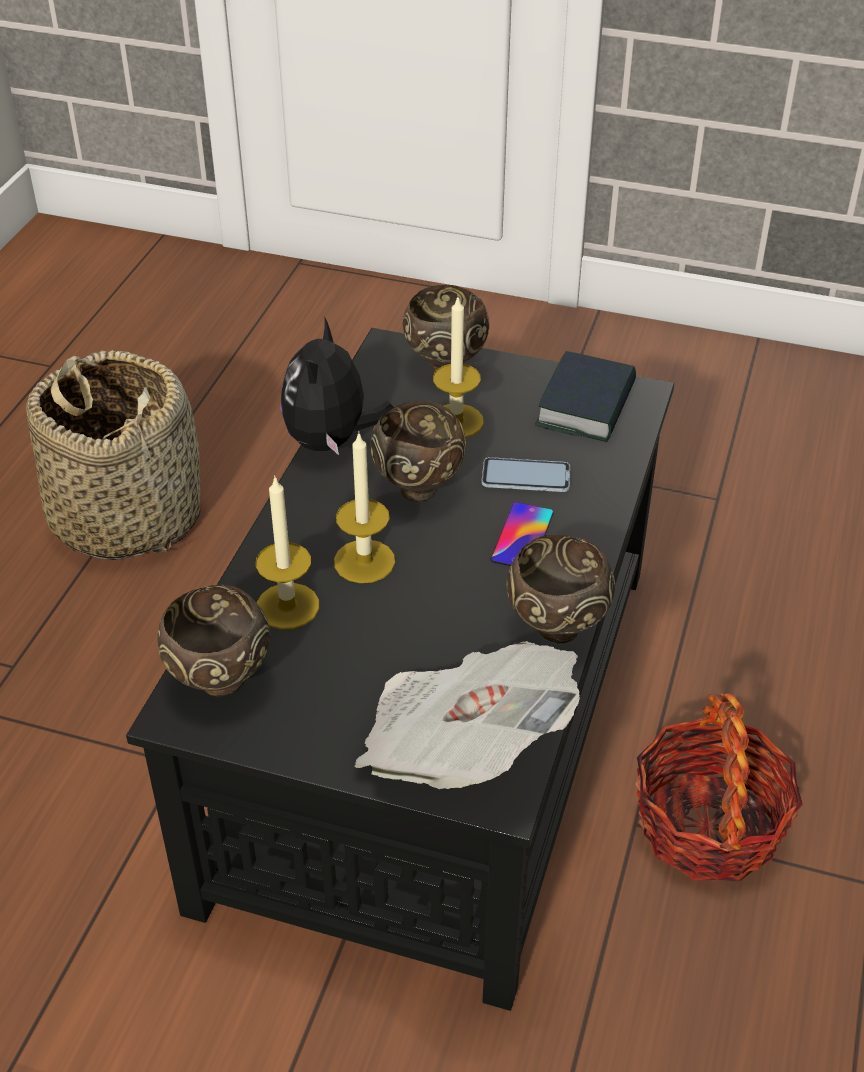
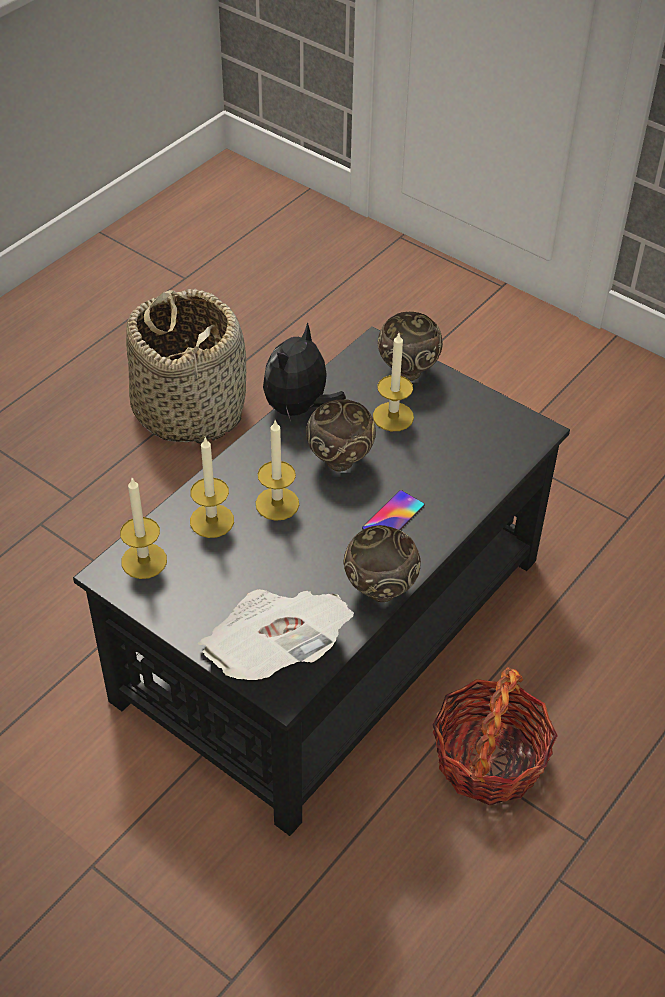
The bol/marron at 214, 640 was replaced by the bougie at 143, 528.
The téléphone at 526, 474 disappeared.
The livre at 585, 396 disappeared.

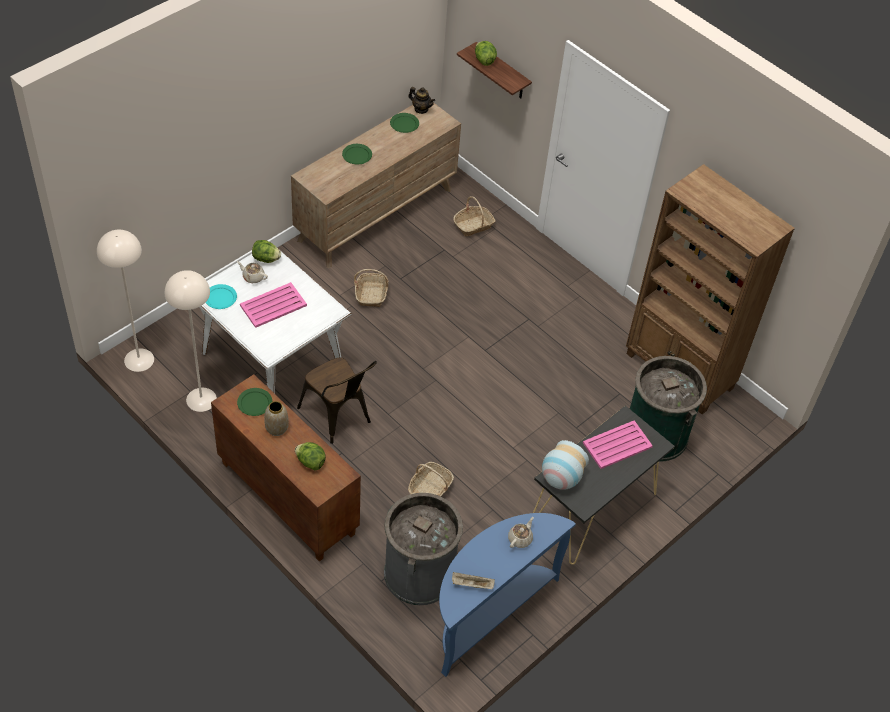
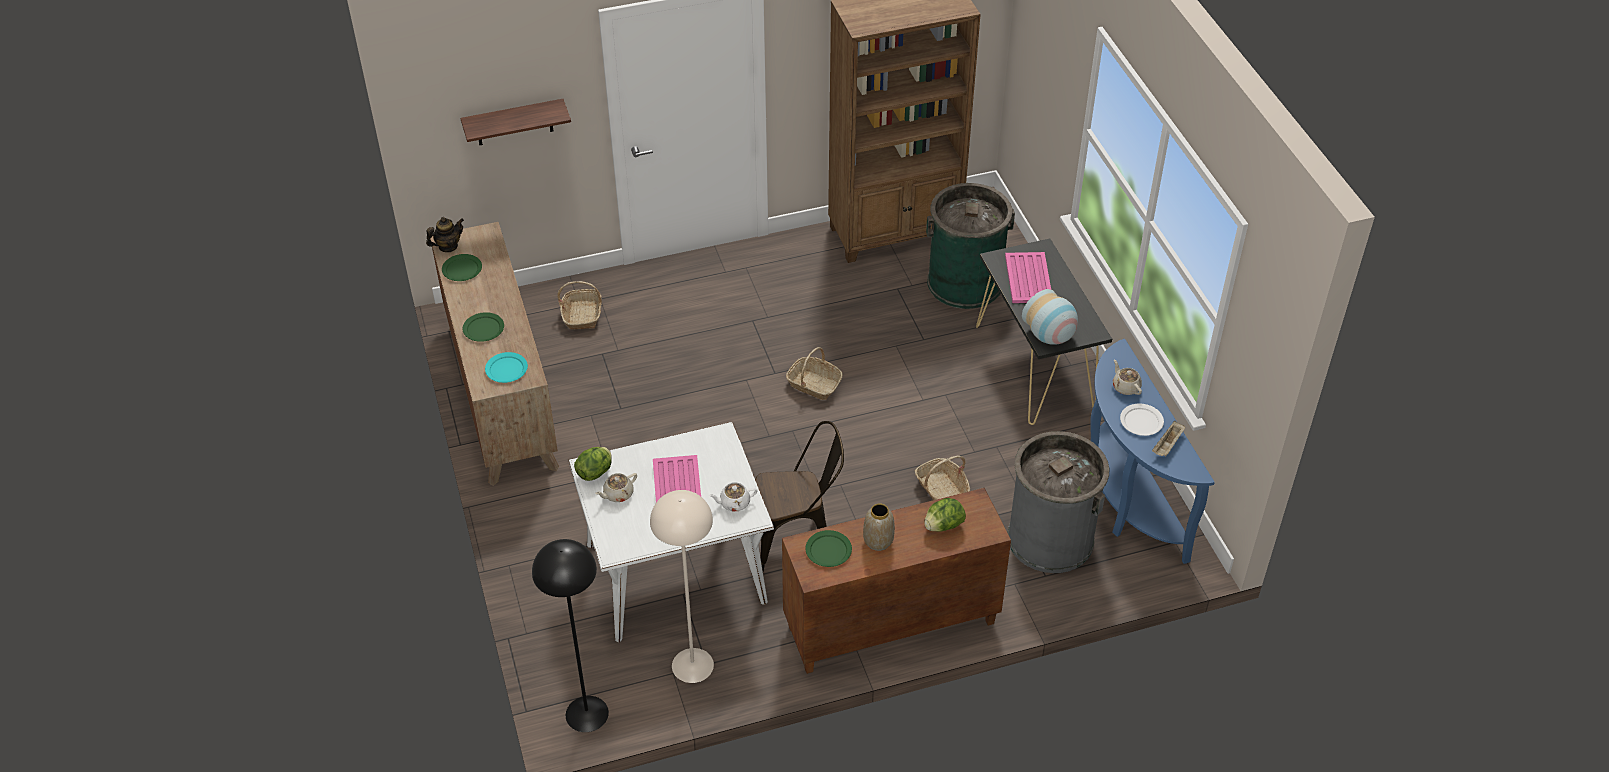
The lampadaire/beige at 125, 300 became the lampadaire/noir at 570, 635.
The assiette/turquoise moved from 221, 296 to 506, 367.
The panier moved from 371, 288 to 814, 373.
The laitue at 486, 53 disappeared.
The théière/blanc at 733, 496 appeared.
The assiette/blanc at 1142, 420 appeared.

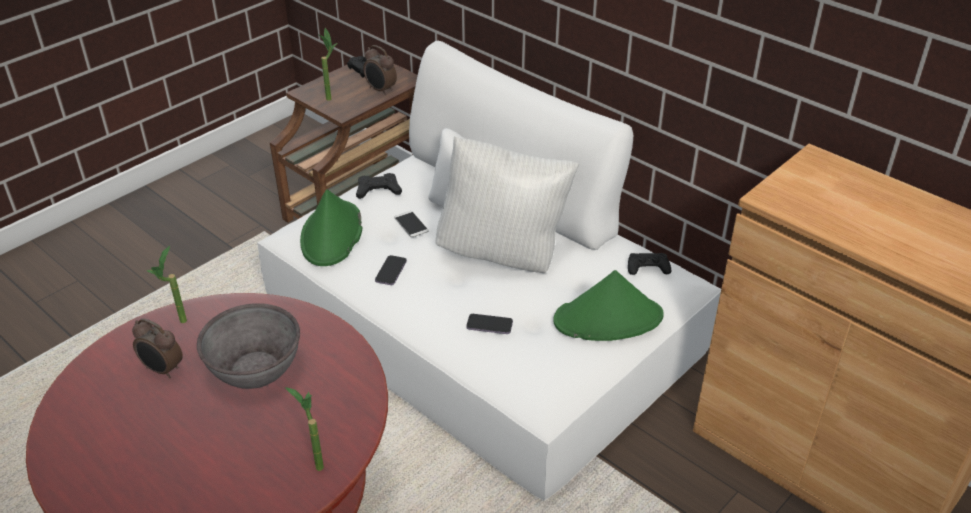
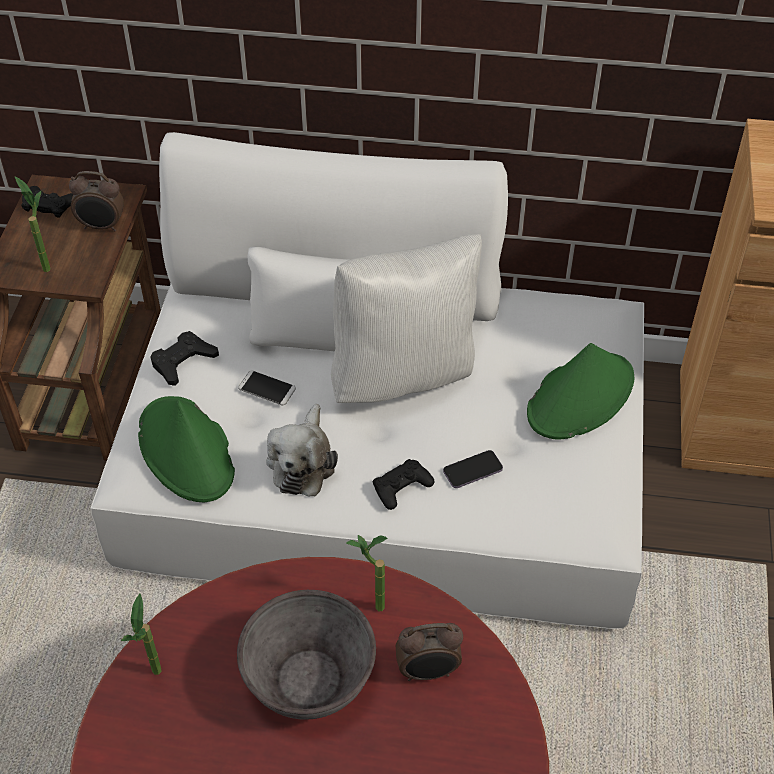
The réveil moved from 157, 348 to 429, 652.
The plante en pot moved from 304, 429 to 367, 573.
The téléphone at 391, 270 was replaced by the peluche at 302, 450.
The manette/noir moved from 649, 264 to 403, 484.

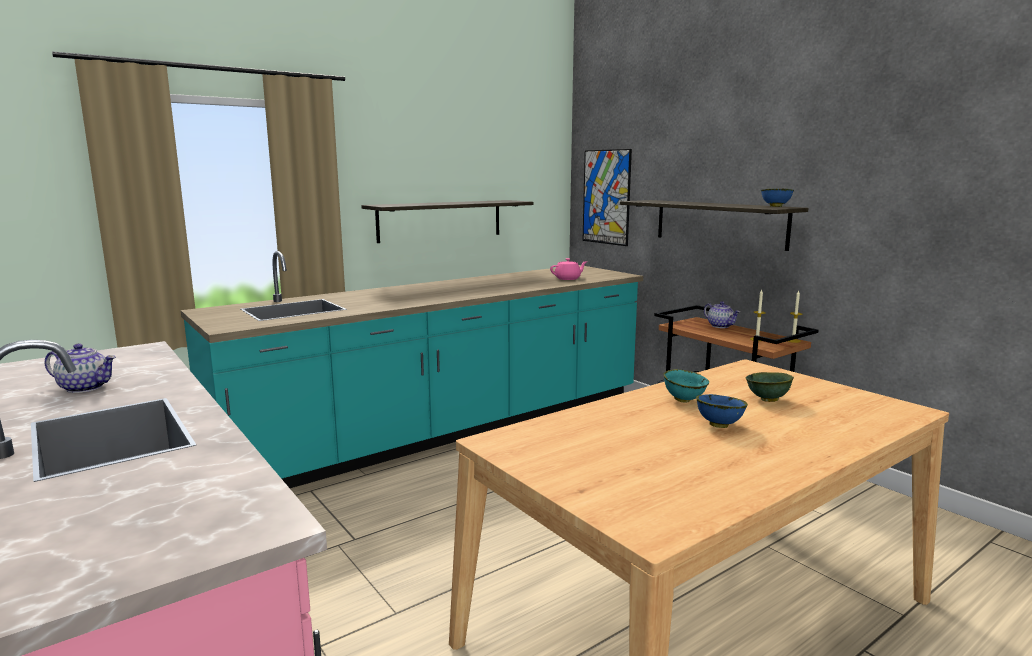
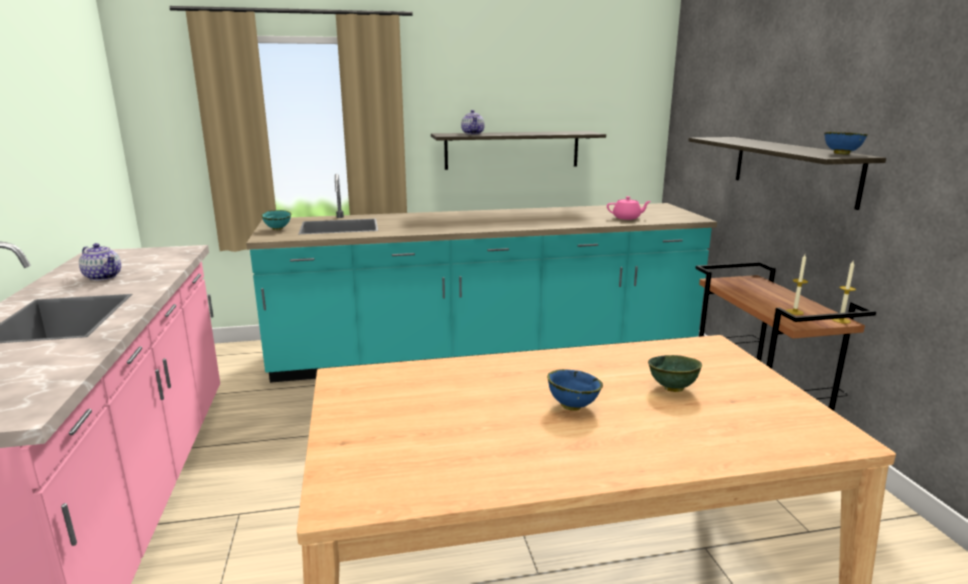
The tableau at 607, 197 disappeared.
The bol/turquoise moved from 686, 386 to 276, 220.
The théière moved from 722, 314 to 473, 122.

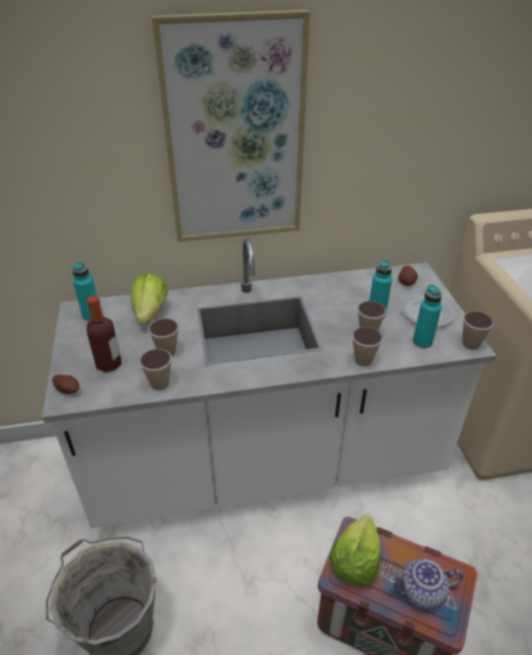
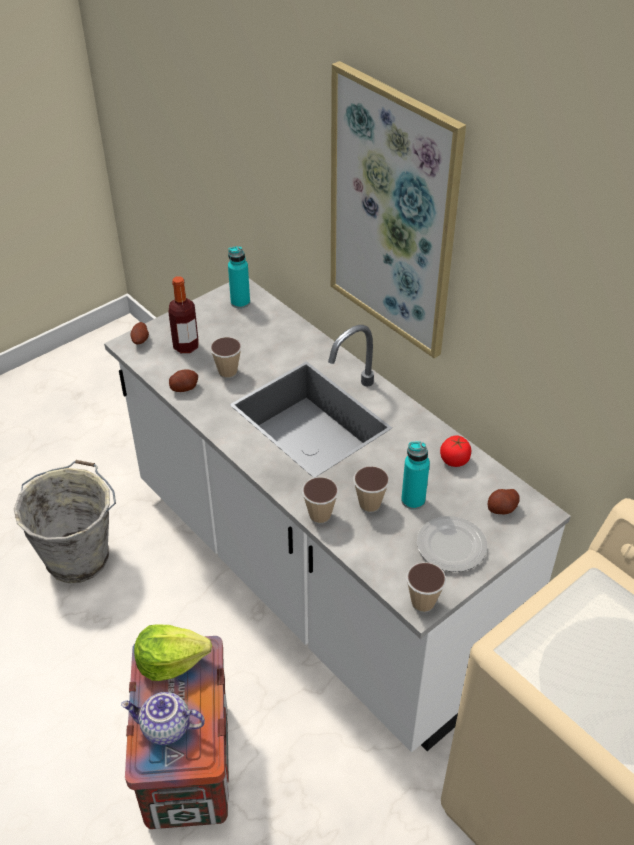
The laitue at 149, 298 disappeared.
The tasse at 155, 369 was replaced by the pomme de terre at 183, 380.
The théière at 426, 584 turned 45 degrees counterclockwise.
The bouteille/turquoise at 427, 316 disappeared.
The tomate at 455, 451 appeared.

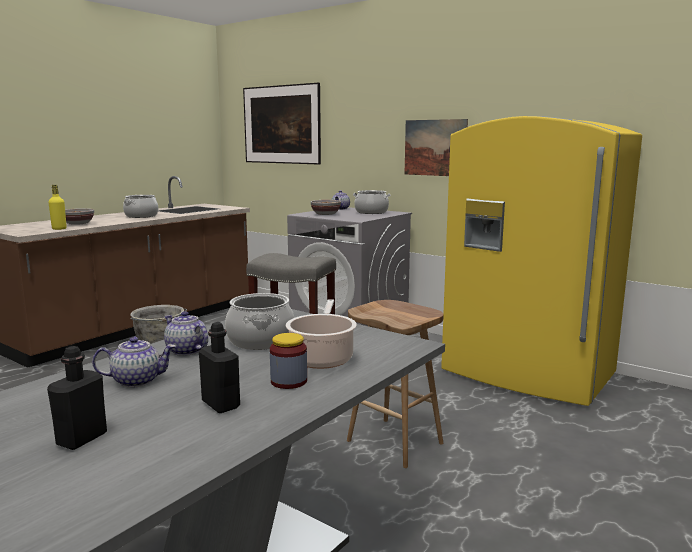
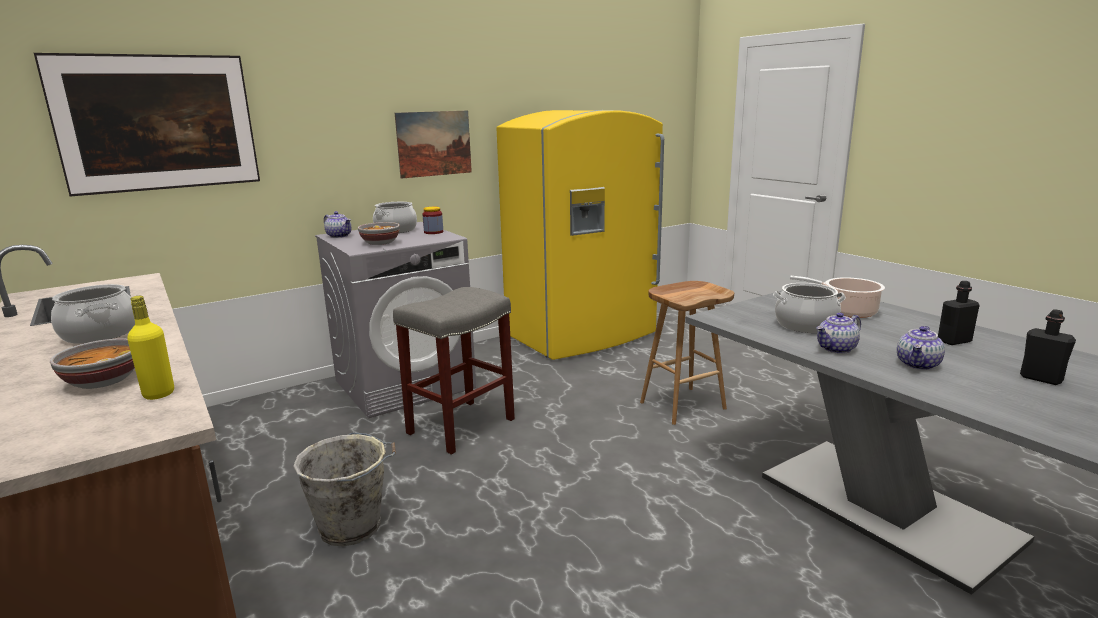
The théière at 134, 362 turned 150 degrees counterclockwise.
The bocal moved from 288, 361 to 433, 220.

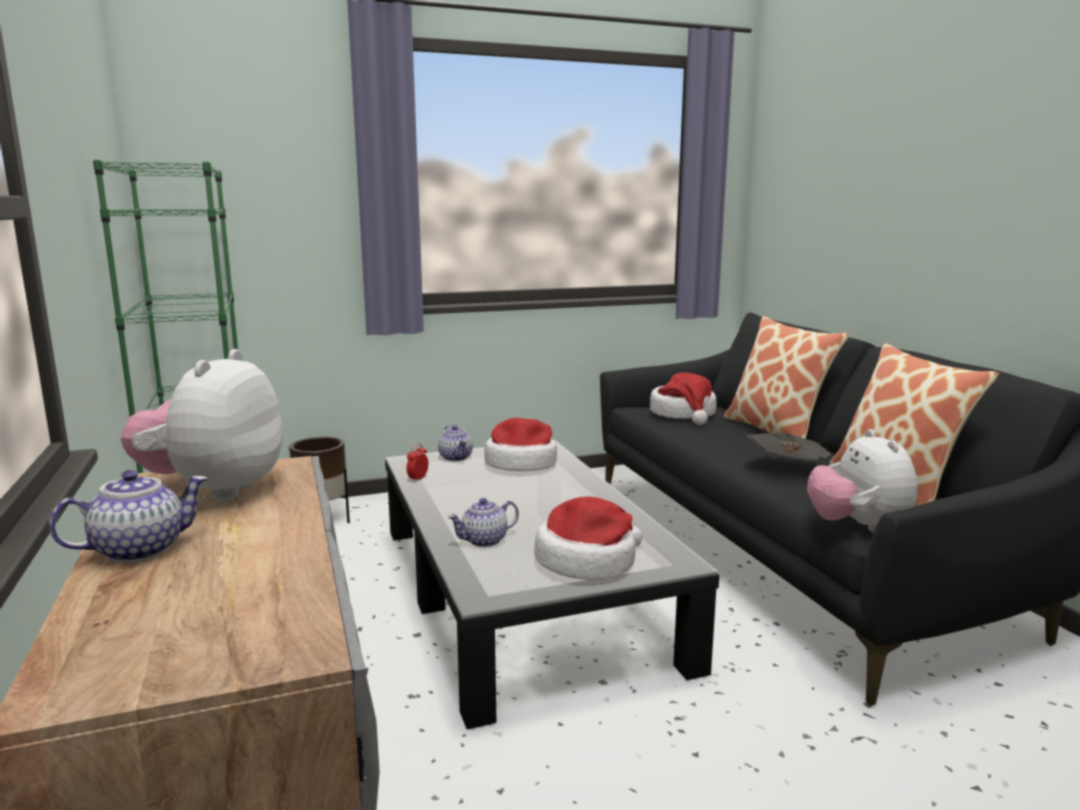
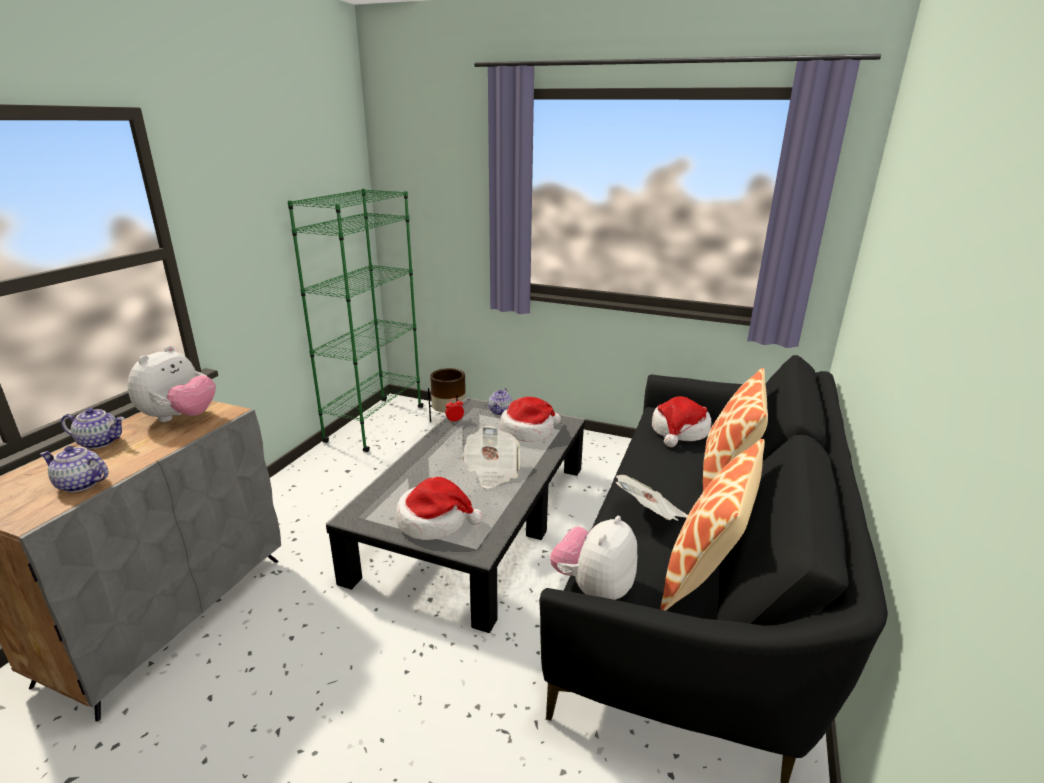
The peluche at 202, 425 turned 150 degrees clockwise.
The théière moved from 483, 522 to 74, 469.
The journal at 491, 457 appeared.

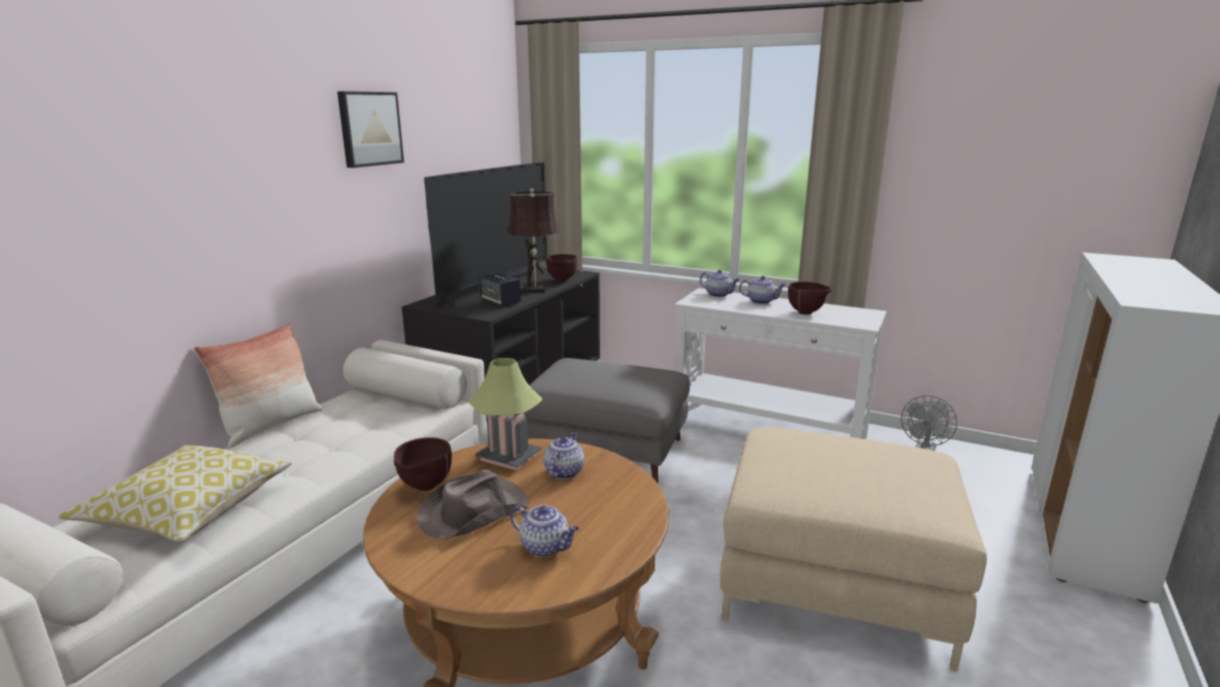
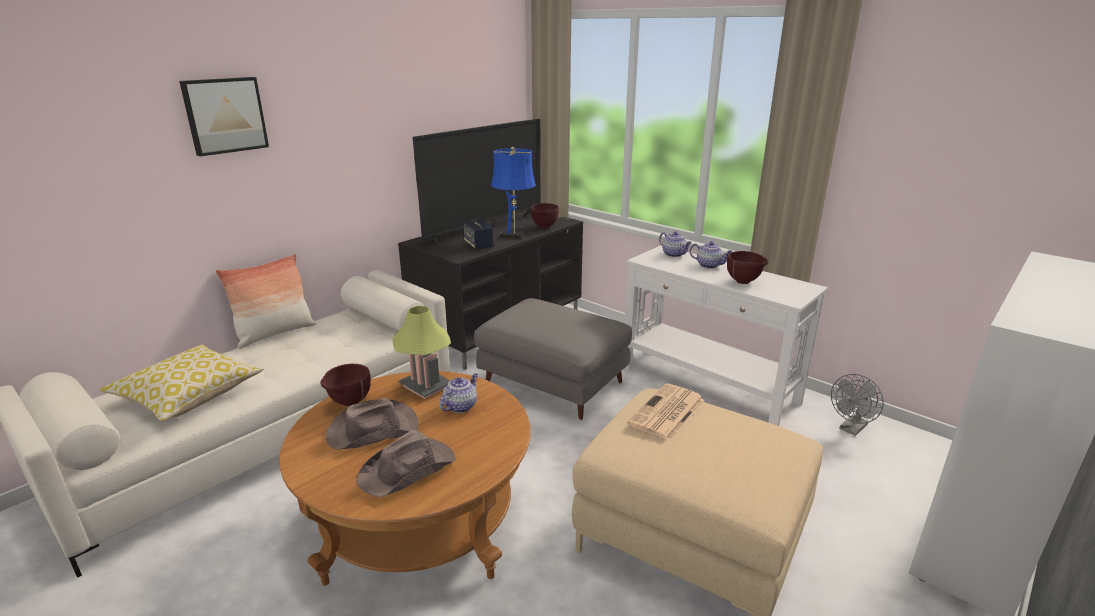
The tableau moved from 370, 129 to 224, 117.
The lampe de table/marron at 533, 241 became the lampe de table/bleu at 513, 193.
The théière at 544, 531 was replaced by the chapeau/marron at 406, 464.
The journal at 666, 412 appeared.

